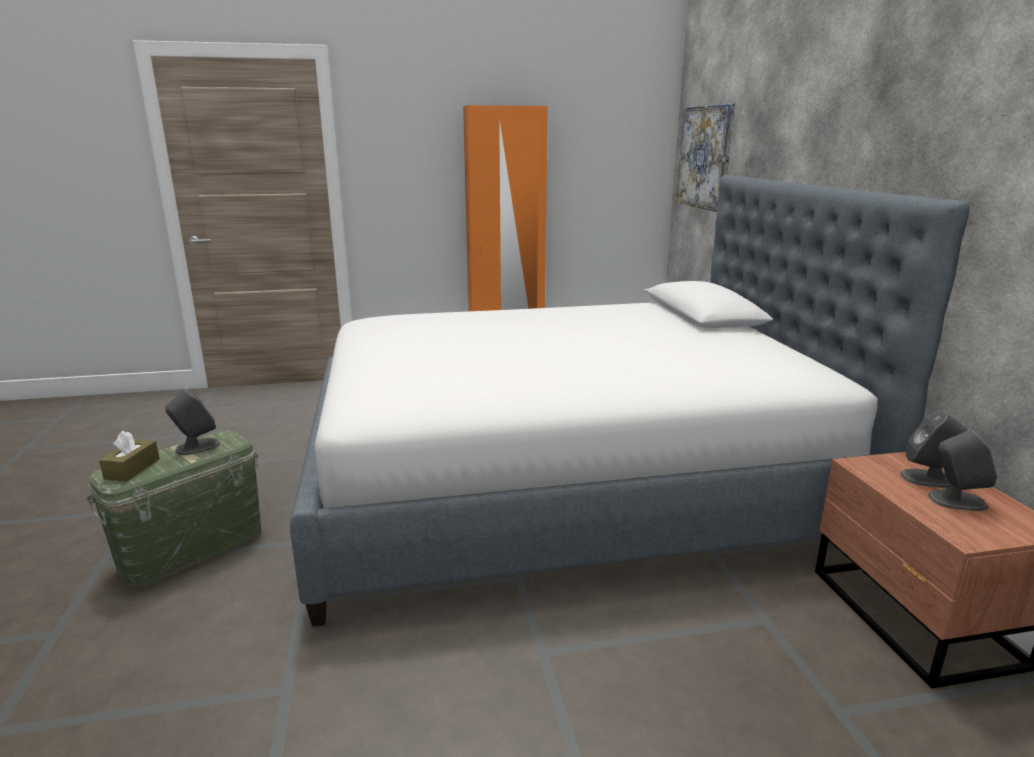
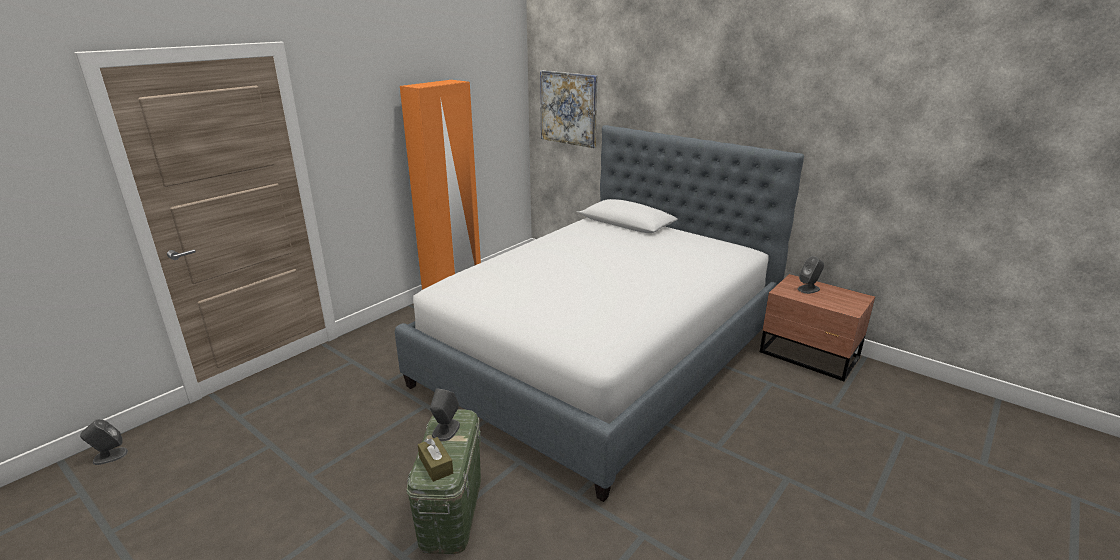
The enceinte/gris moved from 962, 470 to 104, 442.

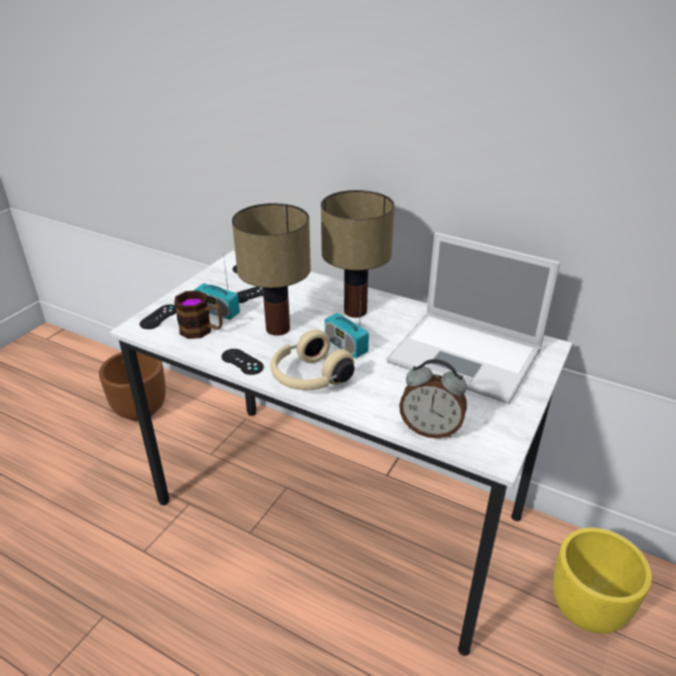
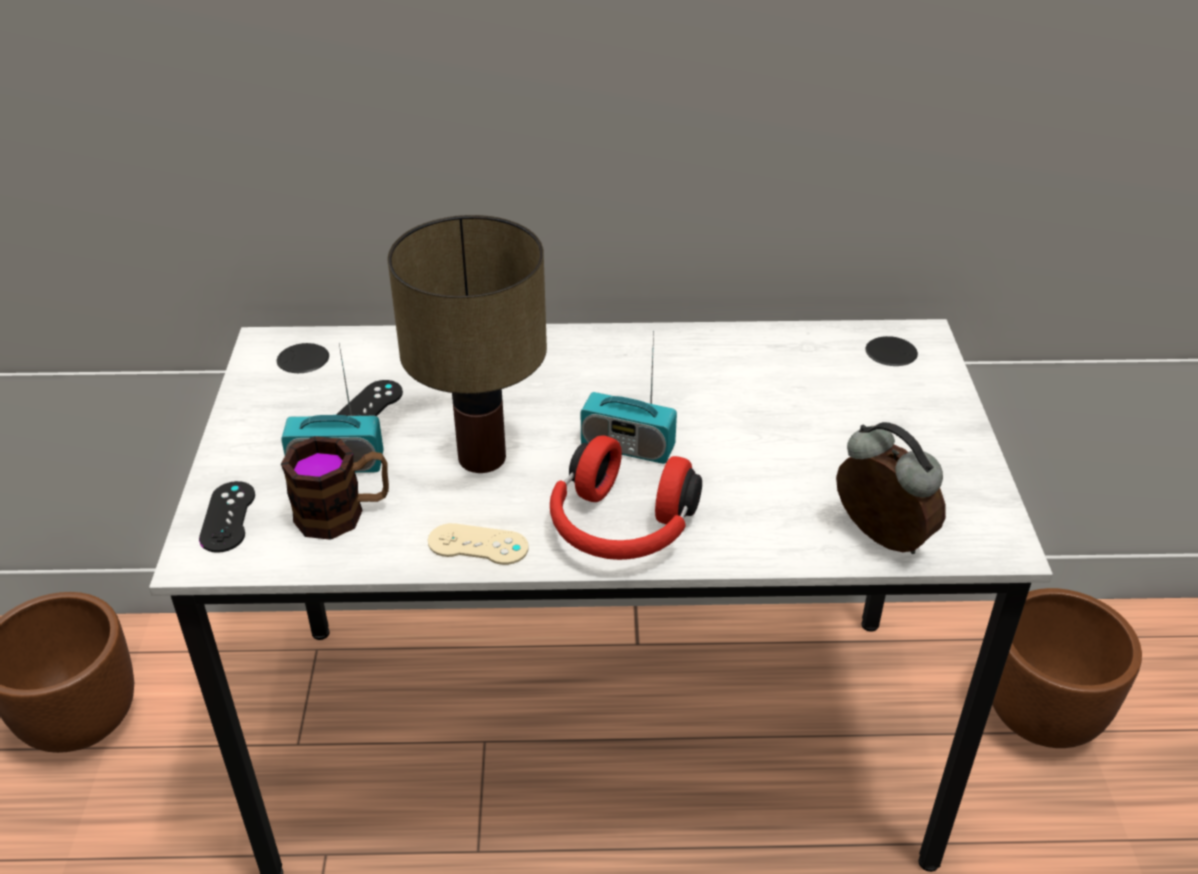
The manette/noir at 243, 362 became the manette/beige at 478, 544.
The casque audio/beige at 313, 360 became the casque audio/rouge at 626, 497.
The lampe de table at 357, 254 disappeared.
The ordinateur portable at 473, 318 disappeared.
The réveil at 433, 398 turned 120 degrees counterclockwise.
The cache-pot/jaune at 602, 581 became the cache-pot/marron at 1067, 668.

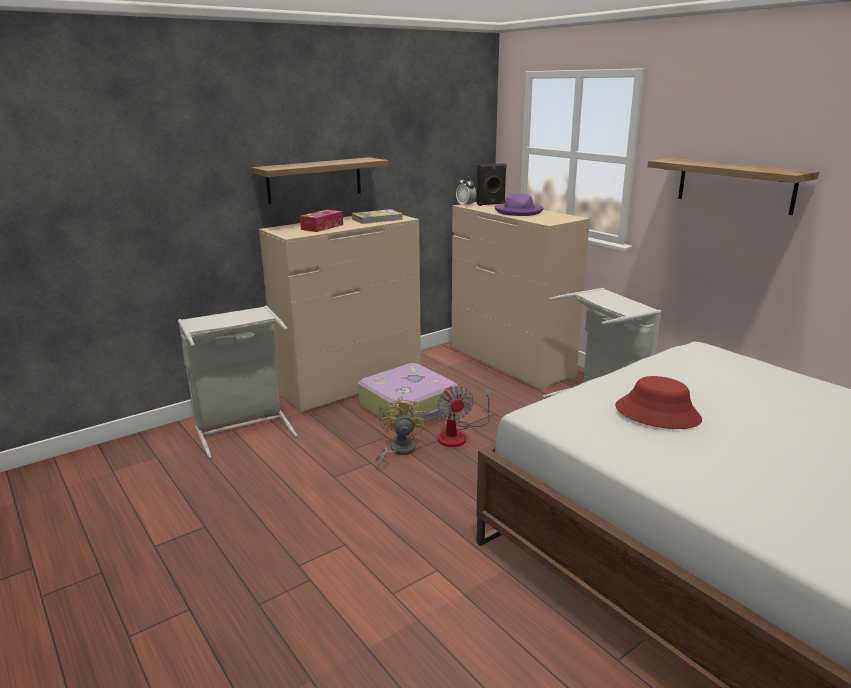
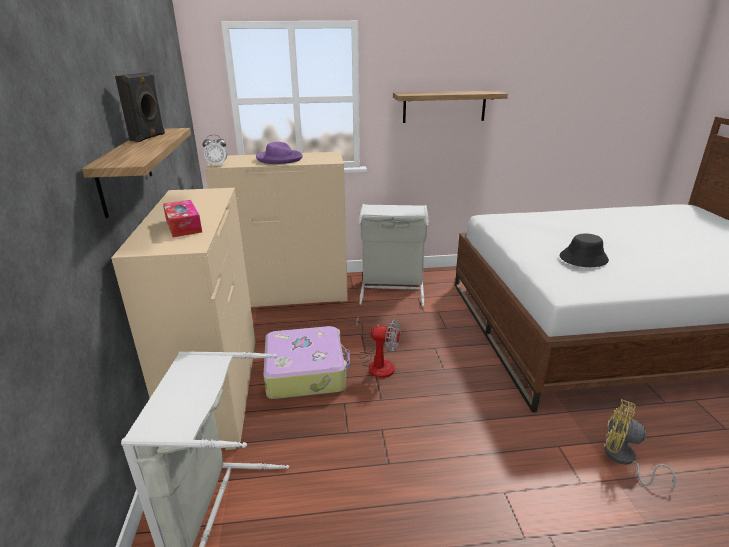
The livre at 377, 216 disappeared.
The ventilateur/jaune moved from 400, 432 to 640, 446.
The enceinte/noir moved from 492, 184 to 140, 107.
The chapeau/rouge at 658, 402 became the chapeau/noir at 584, 250.

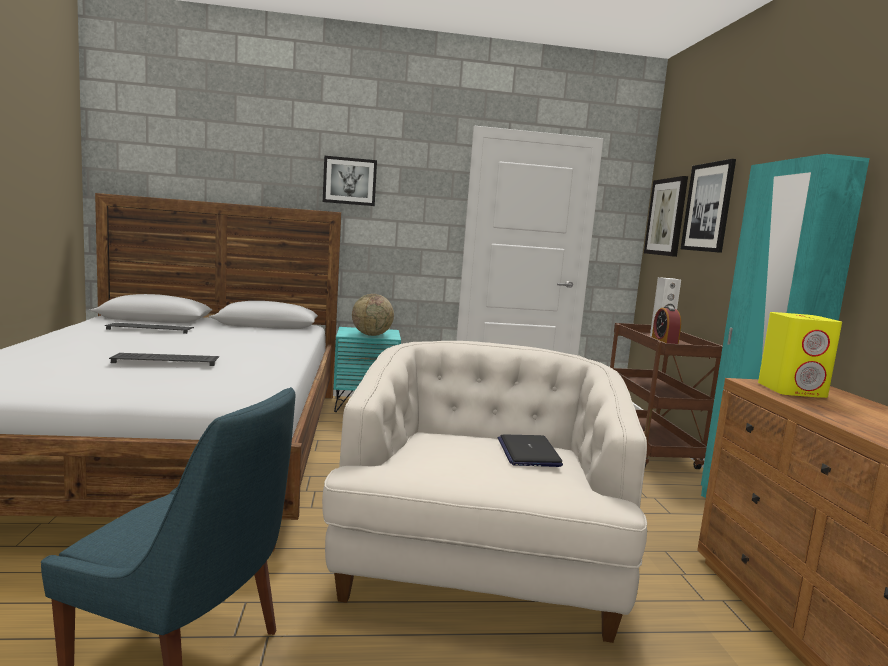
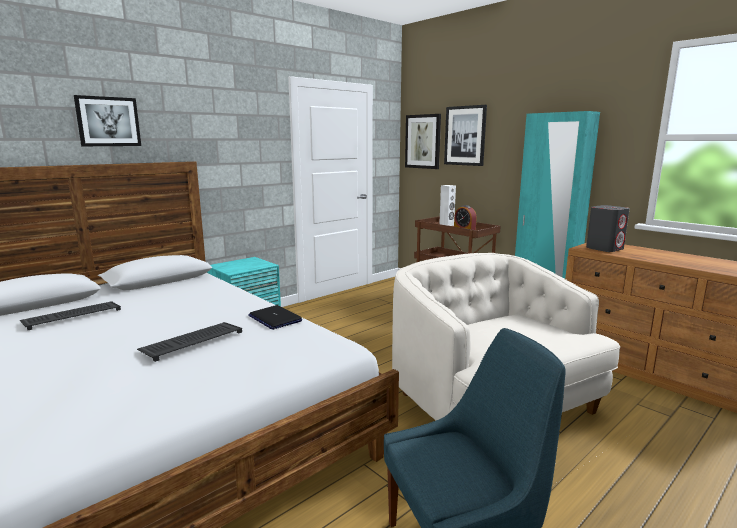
The tableau moved from 350, 181 to 107, 120.
The globe at 373, 315 disappeared.
The ordinateur portable moved from 530, 451 to 275, 317.
The enceinte/jaune at 800, 355 became the enceinte/gris at 608, 228.

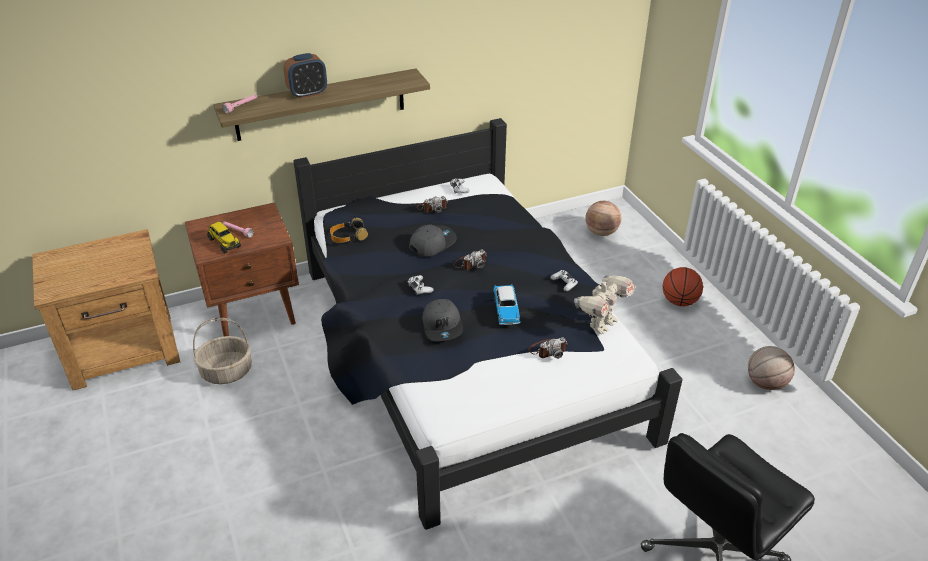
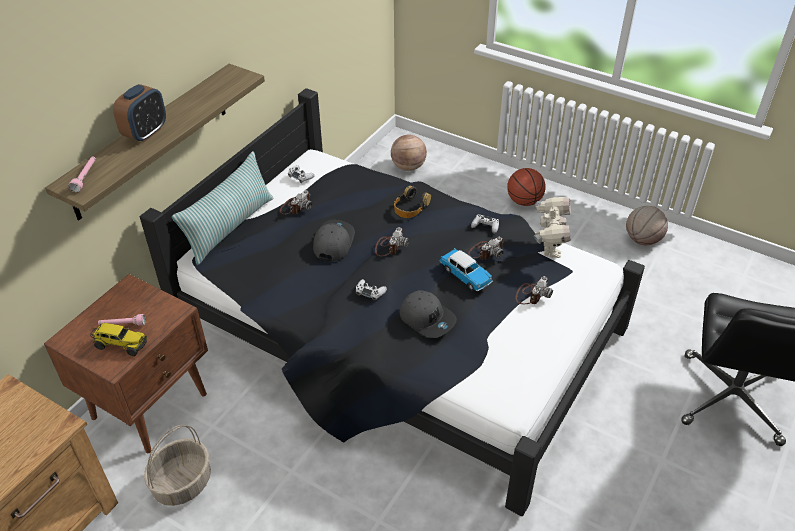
The casque audio moved from 349, 230 to 412, 202.
The coussin at 223, 208 appeared.
The appareil photo at 486, 248 appeared.

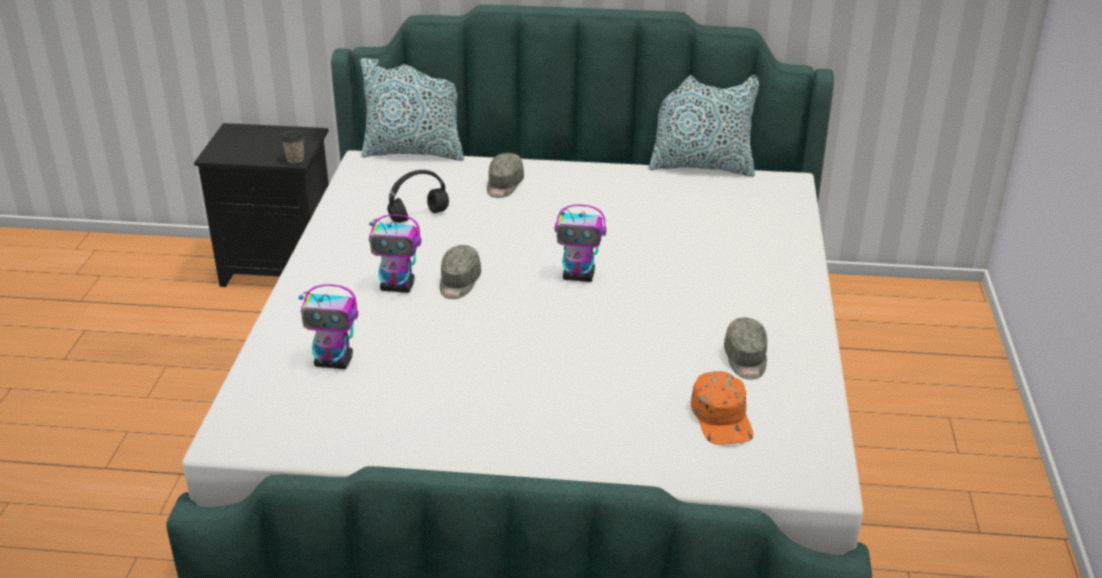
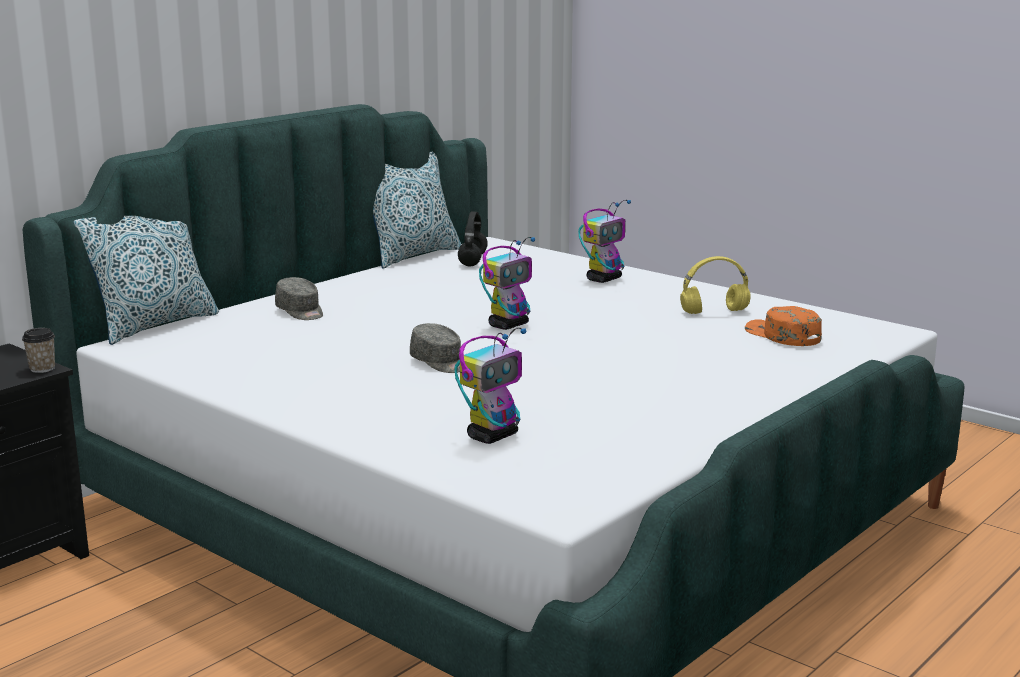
The robot jouet moved from 395, 253 to 604, 241.
The casque audio/noir moved from 418, 196 to 473, 238.
The casquette/orange at 722, 407 turned 150 degrees counterclockwise.
The casquette/gris at 745, 348 was replaced by the casque audio/jaune at 715, 285.

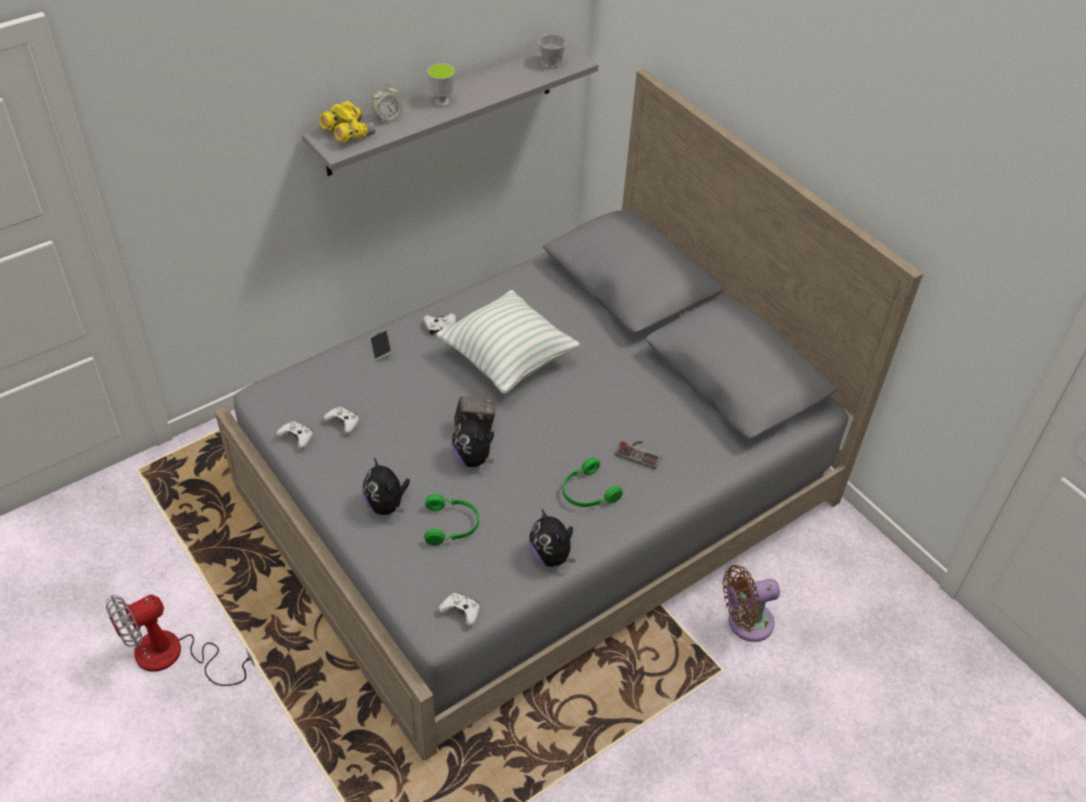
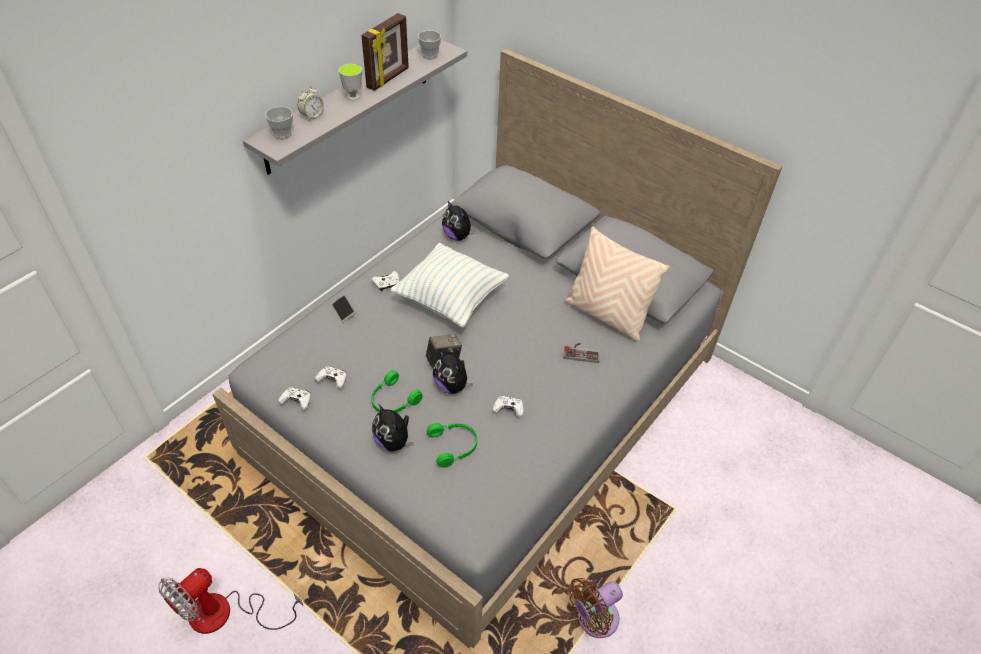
The jumelles/jaune at 347, 121 was replaced by the tasse at 279, 123.
The manette/blanc moved from 459, 609 to 508, 407.
The peluche moved from 552, 538 to 459, 221.
The casque audio/vert moved from 593, 482 to 397, 391.
The ventilateur/marron moved from 751, 603 to 595, 608.
The cadre photo at 385, 52 appeared.
The coussin/beige at 617, 284 appeared.

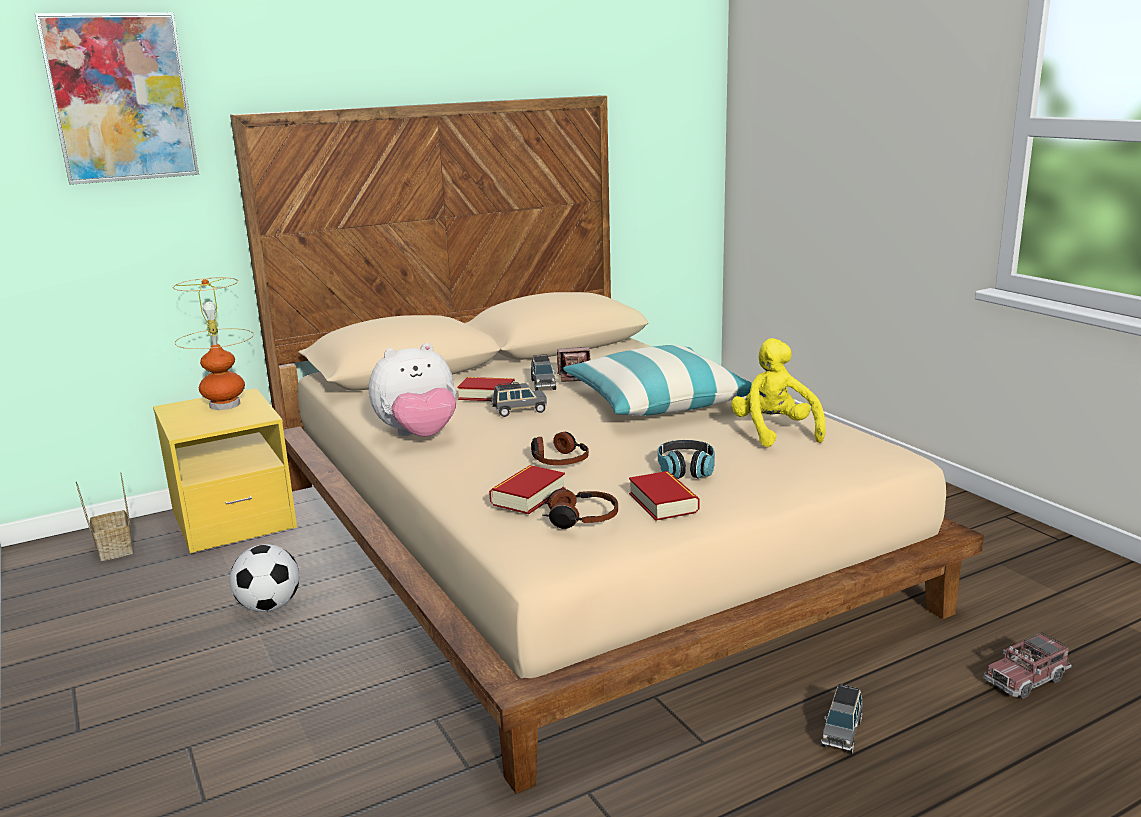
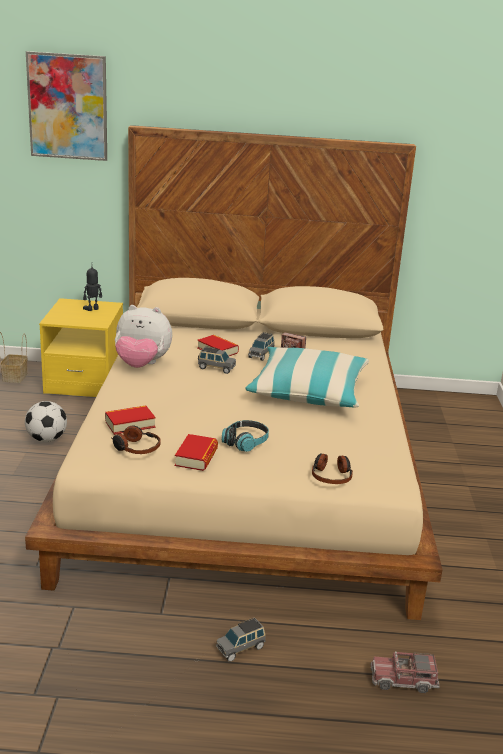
The lampe de table at 213, 343 was replaced by the robot jouet at 92, 286.
The casque audio moved from 560, 448 to 332, 468.
The peluche/jaune at 778, 392 disappeared.

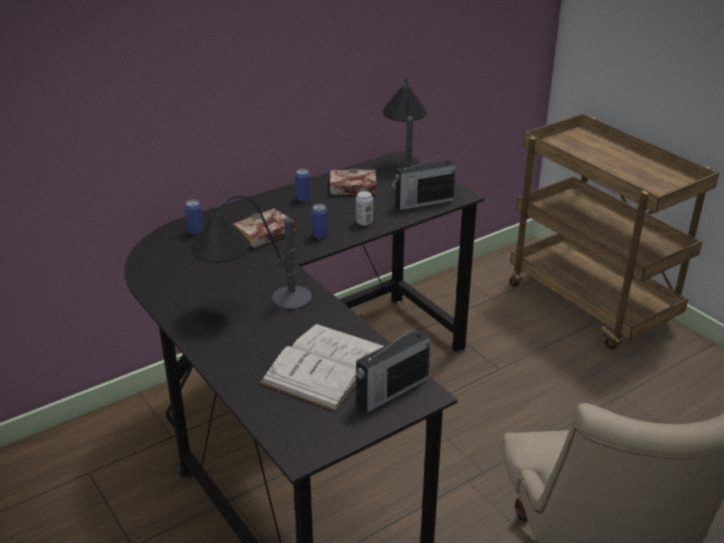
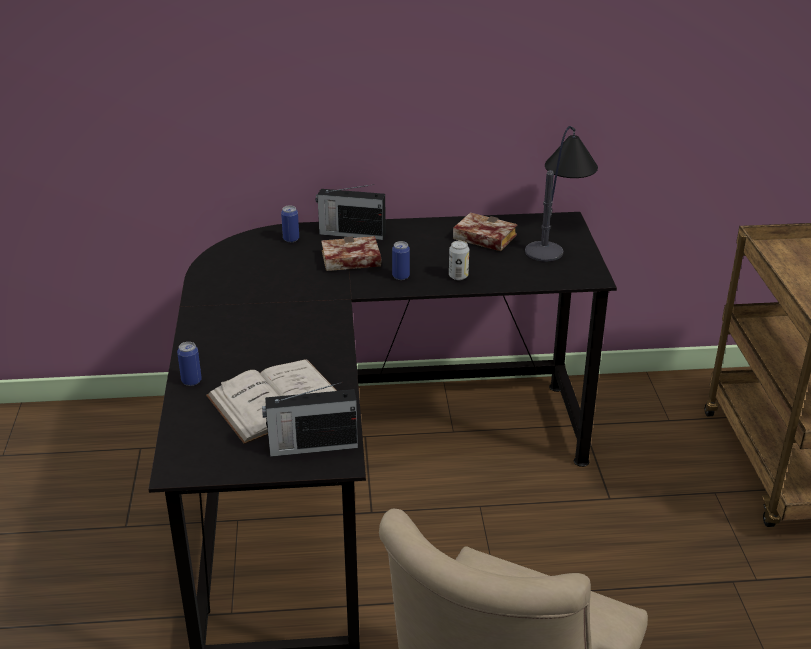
The lampe de table at 251, 252 disappeared.
The boîte métallique moved from 303, 185 to 189, 364.
The radio moved from 425, 181 to 351, 212.

